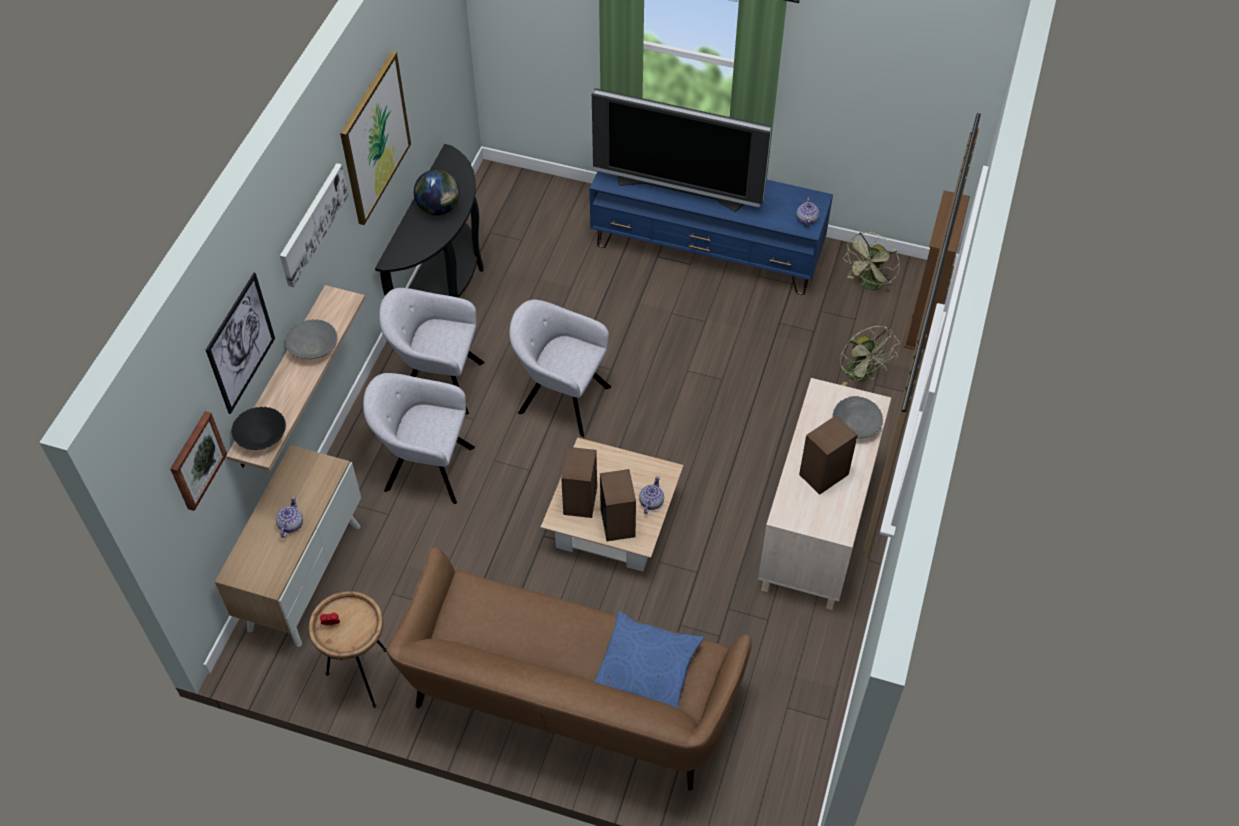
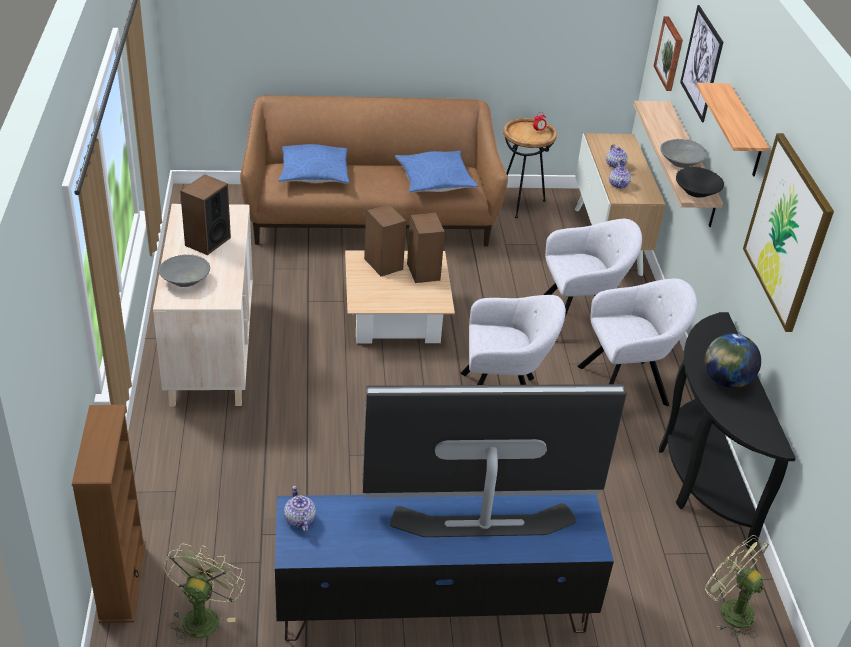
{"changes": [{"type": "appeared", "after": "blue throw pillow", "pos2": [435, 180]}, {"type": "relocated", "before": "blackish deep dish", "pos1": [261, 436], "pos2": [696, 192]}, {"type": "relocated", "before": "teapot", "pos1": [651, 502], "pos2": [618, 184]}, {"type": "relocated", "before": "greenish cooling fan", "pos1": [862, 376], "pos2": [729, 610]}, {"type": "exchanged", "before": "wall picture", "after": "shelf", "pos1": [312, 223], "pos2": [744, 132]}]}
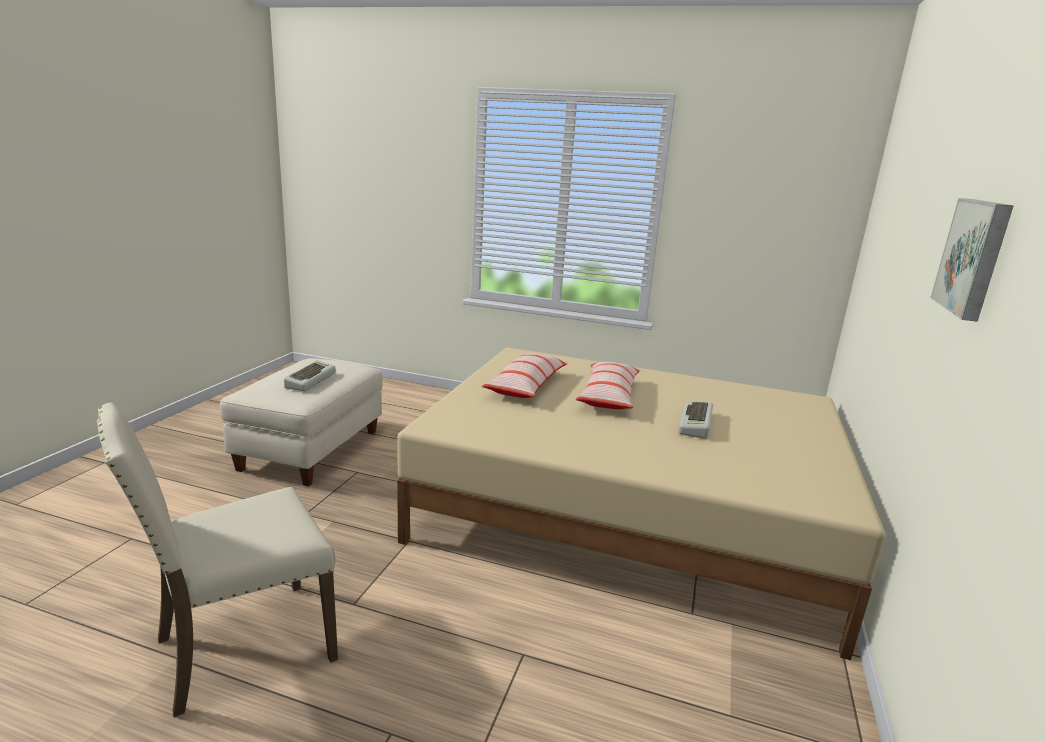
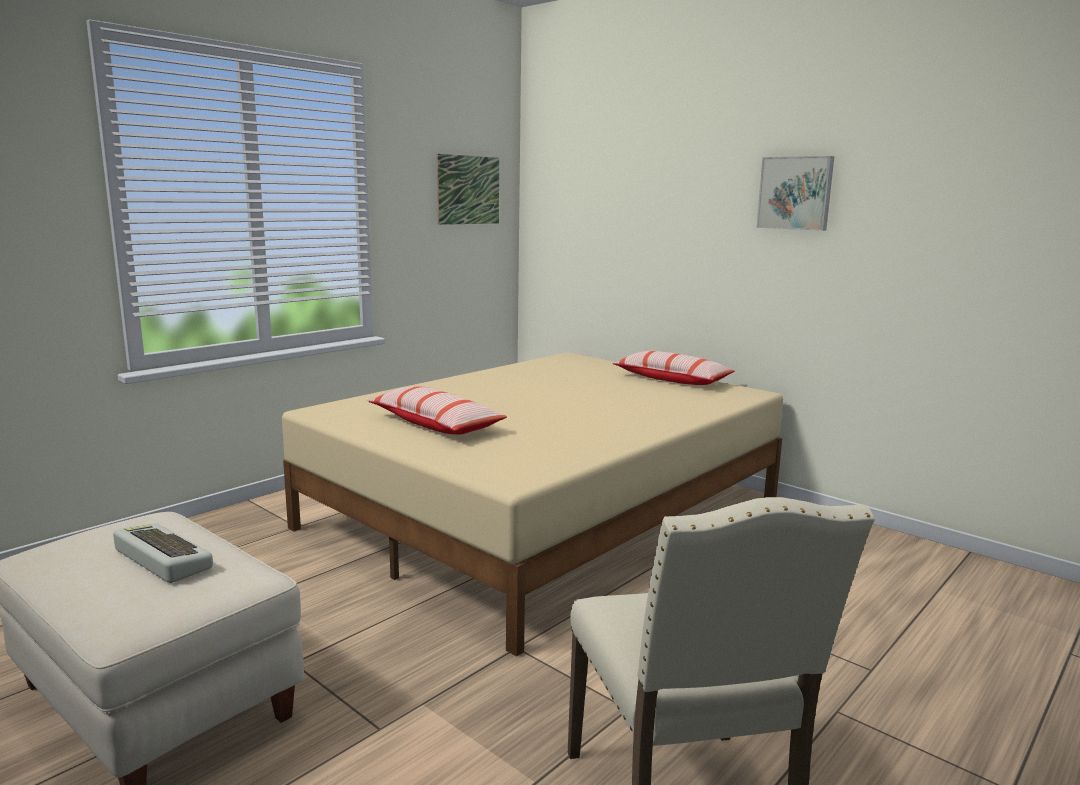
{"changes": [{"type": "missing", "before": "computer keyboard", "pos1": [697, 424]}, {"type": "appeared", "after": "wall picture", "pos2": [468, 190]}, {"type": "relocated", "before": "throw pillow", "pos1": [608, 396], "pos2": [672, 380]}]}
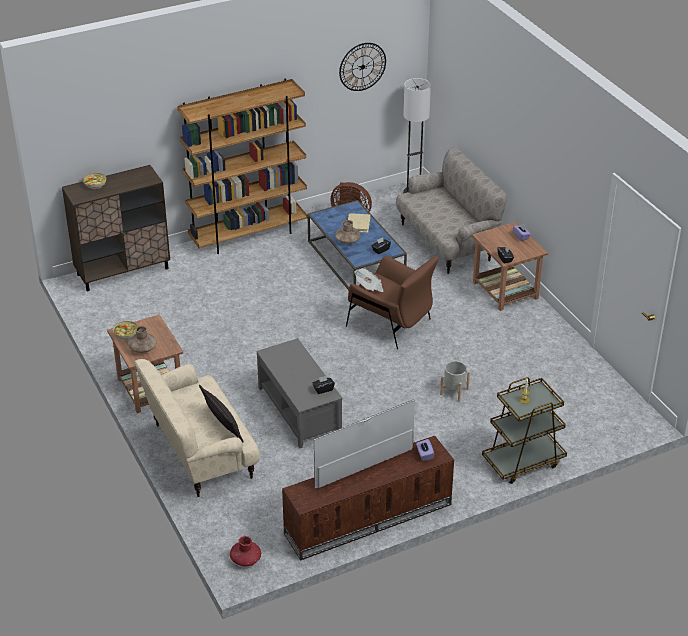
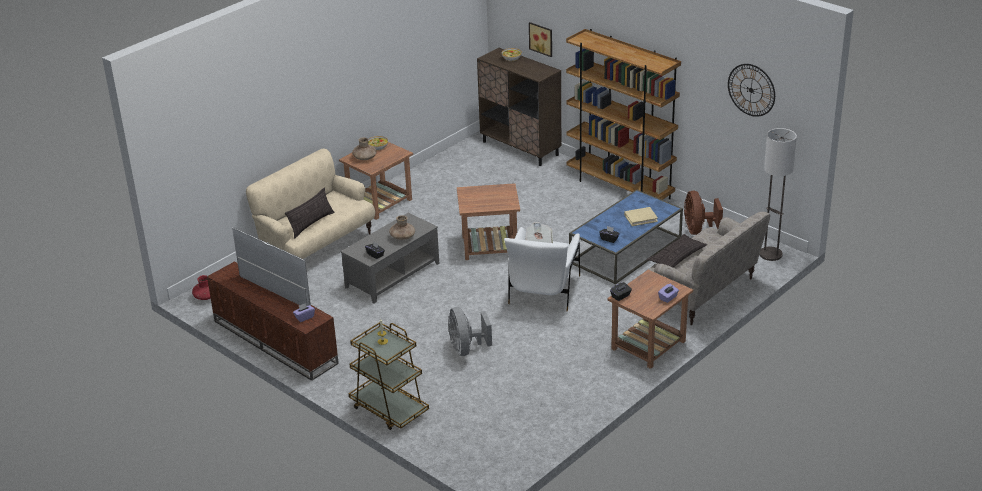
{"changes": [{"type": "appeared", "after": "brown end table", "pos2": [488, 246]}, {"type": "appeared", "after": "wall picture", "pos2": [541, 38]}, {"type": "appeared", "after": "throw pillow", "pos2": [677, 256]}, {"type": "relocated", "before": "brown decorative vase", "pos1": [347, 241], "pos2": [402, 237]}, {"type": "exchanged", "before": "grey plant pot", "after": "grey cooling fan", "pos1": [454, 392], "pos2": [466, 349]}, {"type": "colour", "before": "brown armchair", "after": "white armchair", "pos1": [390, 324], "pos2": [544, 291]}]}
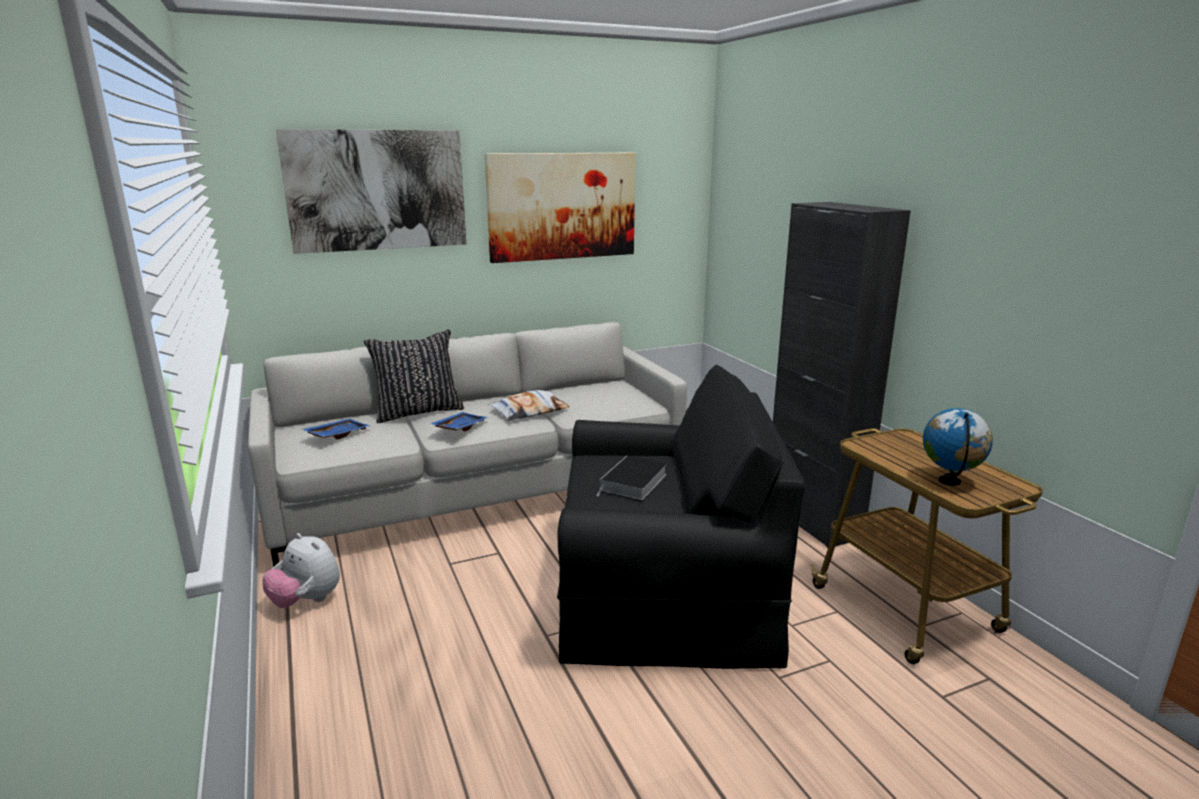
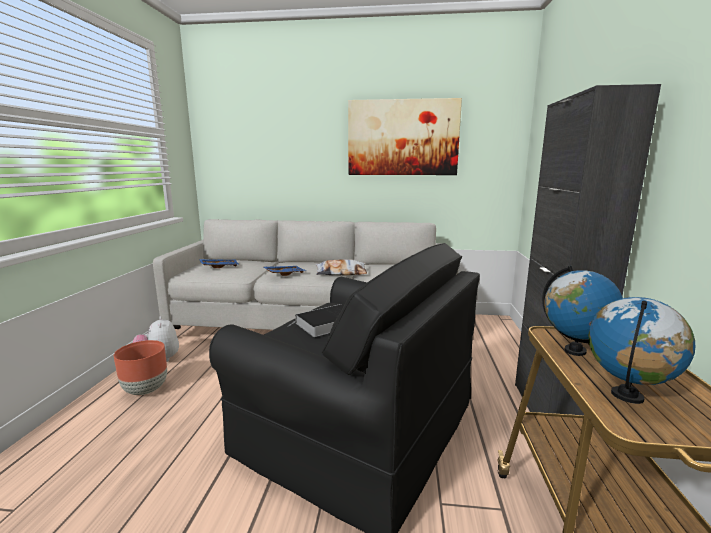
{"changes": [{"type": "missing", "before": "wall picture", "pos1": [377, 190]}, {"type": "missing", "before": "blackish throw pillow", "pos1": [418, 412]}, {"type": "appeared", "after": "brown plant pot", "pos2": [145, 390]}, {"type": "appeared", "after": "world globe", "pos2": [574, 351]}]}
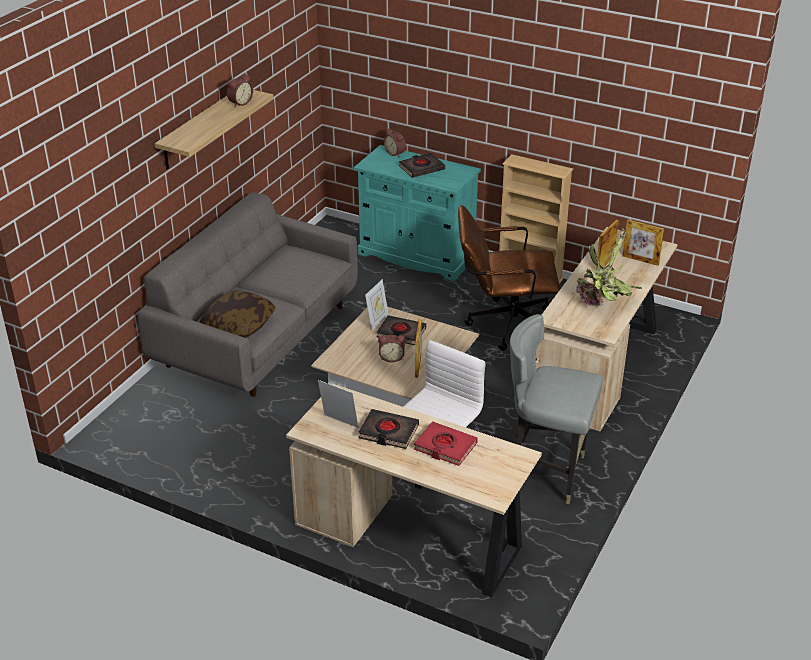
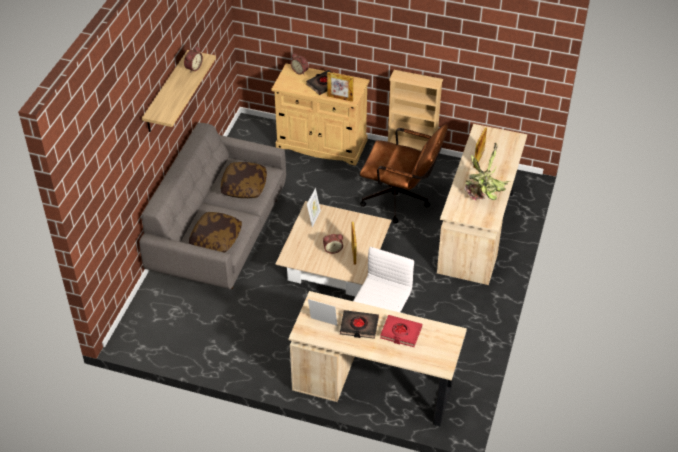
{"changes": [{"type": "missing", "before": "blackish bound book", "pos1": [401, 333]}, {"type": "missing", "before": "grey plain chair", "pos1": [546, 472]}, {"type": "appeared", "after": "throw pillow", "pos2": [244, 186]}, {"type": "relocated", "before": "picture frame", "pos1": [640, 260], "pos2": [340, 98]}, {"type": "colour", "before": "turquoise-coloured cupboard", "after": "beige-coloured cupboard", "pos1": [416, 256], "pos2": [321, 144]}, {"type": "spun", "before": "brown computer chair", "pos1": [503, 324], "pos2": [401, 200], "turn": -150}]}
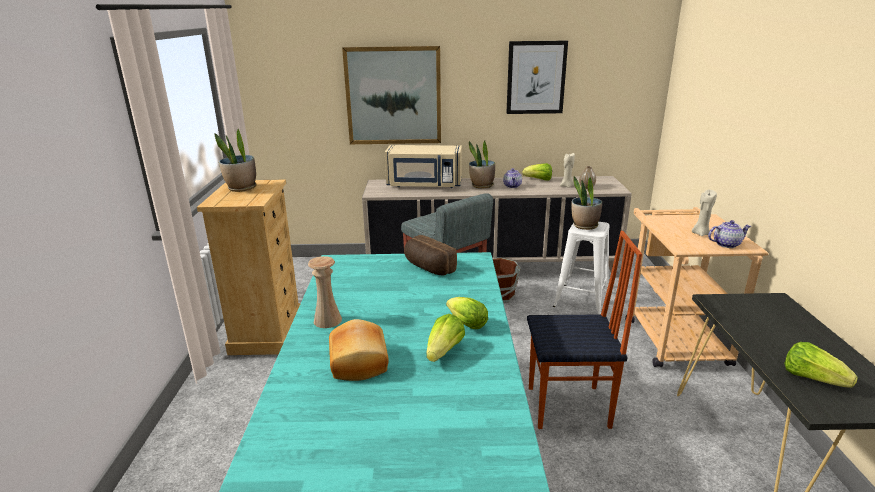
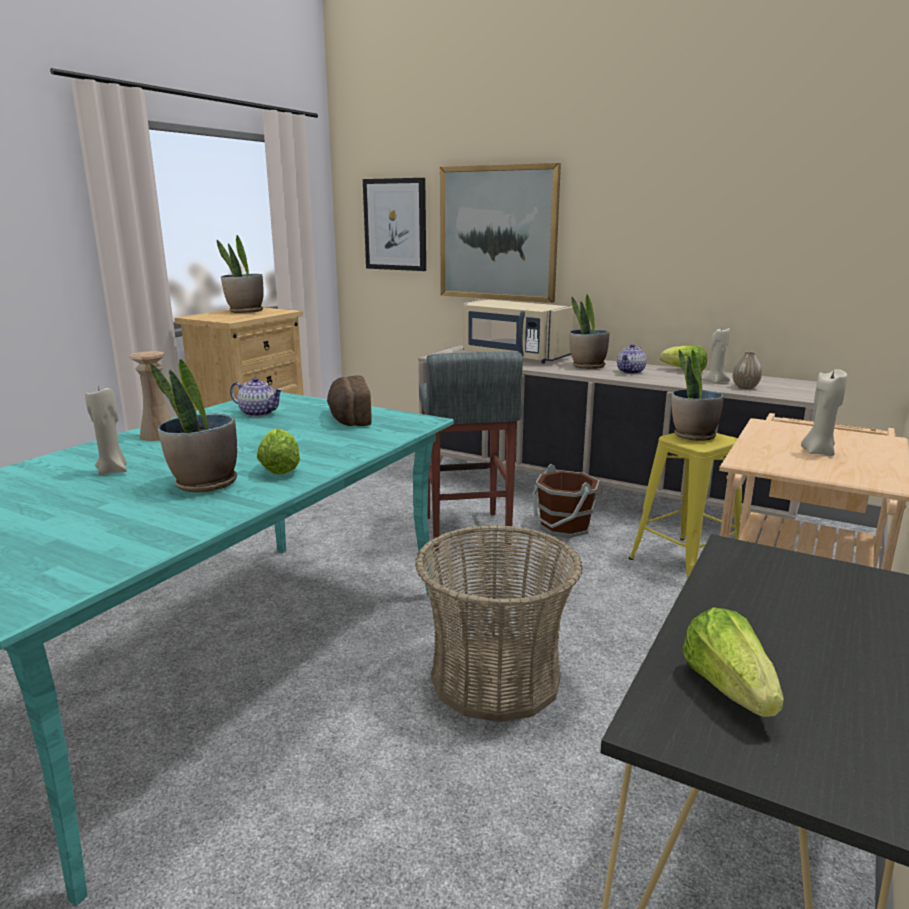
{"changes": [{"type": "relocated", "before": "wall picture", "pos1": [536, 77], "pos2": [395, 224]}, {"type": "relocated", "before": "teapot", "pos1": [726, 244], "pos2": [259, 413]}, {"type": "exchanged", "before": "baked bread", "after": "beige-coloured candle", "pos1": [360, 362], "pos2": [113, 471]}, {"type": "exchanged", "before": "lettuce", "after": "houseplant", "pos1": [444, 351], "pos2": [204, 484]}, {"type": "exchanged", "before": "plain chair", "after": "household basket", "pos1": [569, 408], "pos2": [495, 678]}, {"type": "colour", "before": "white stool seat", "after": "yellow-coloured stool seat", "pos1": [581, 299], "pos2": [685, 562]}]}
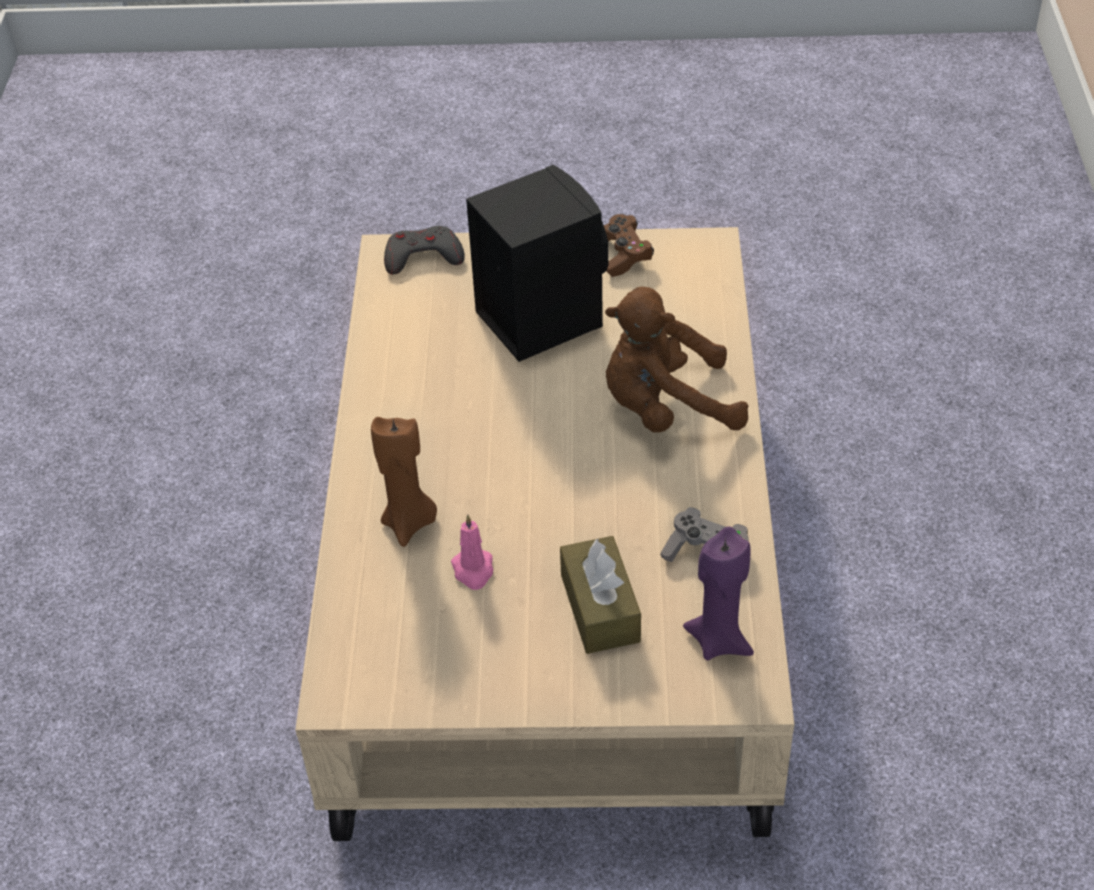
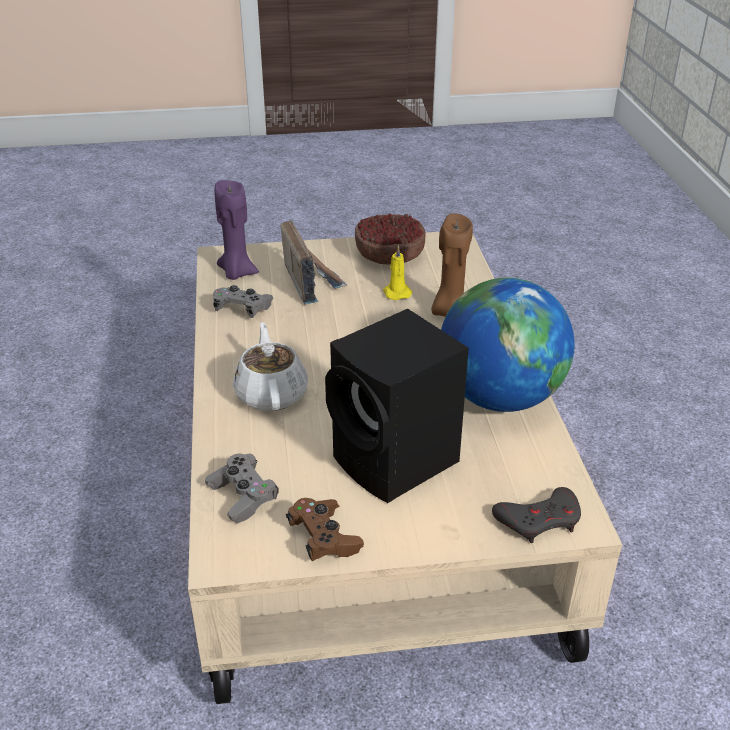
{"changes": [{"type": "appeared", "after": "grey game controller", "pos2": [243, 496]}, {"type": "appeared", "after": "deep dish", "pos2": [389, 255]}, {"type": "appeared", "after": "world globe", "pos2": [499, 397]}, {"type": "exchanged", "before": "brown tissue holder", "after": "radio", "pos1": [600, 608], "pos2": [311, 281]}, {"type": "exchanged", "before": "brown cuddly toy", "after": "white teapot", "pos1": [665, 408], "pos2": [271, 393]}, {"type": "colour", "before": "pink candle", "after": "yellow-coloured candle", "pos1": [473, 570], "pos2": [396, 292]}]}
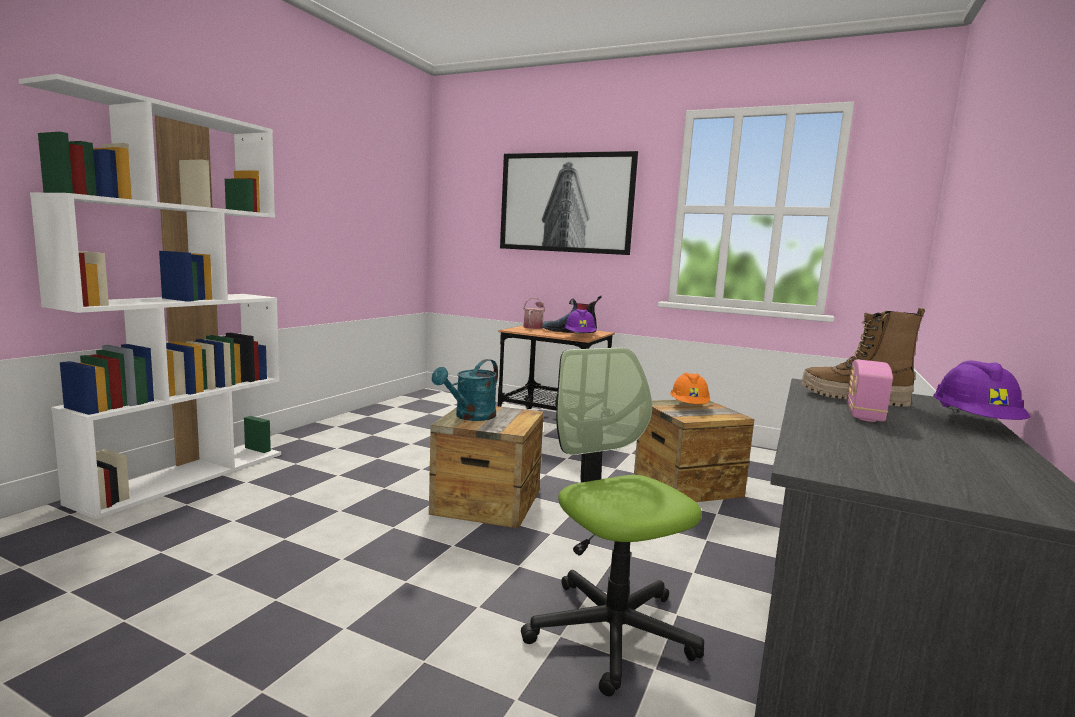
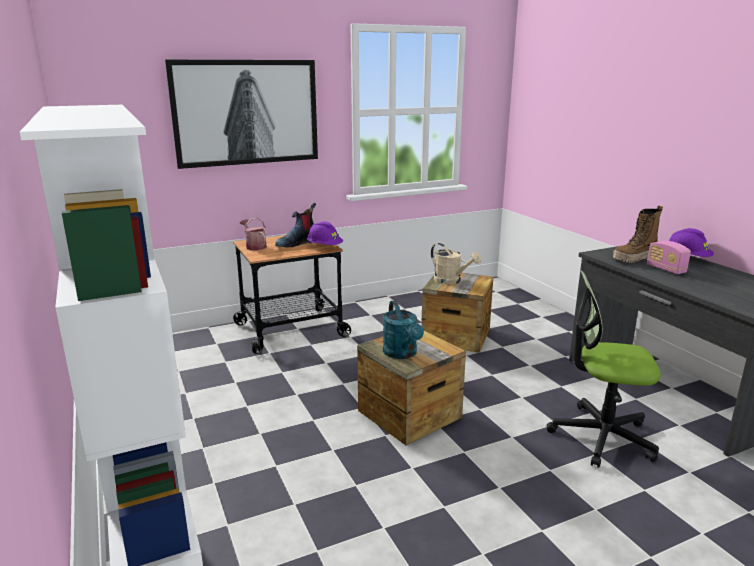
{"changes": [{"type": "exchanged", "before": "orangey safety helmet", "after": "beige-coloured sprinkling can", "pos1": [689, 406], "pos2": [451, 281]}]}
